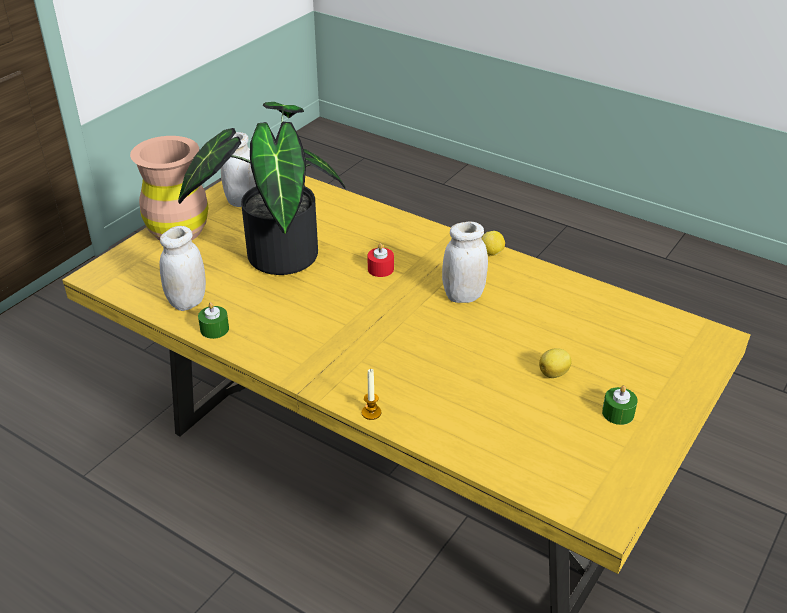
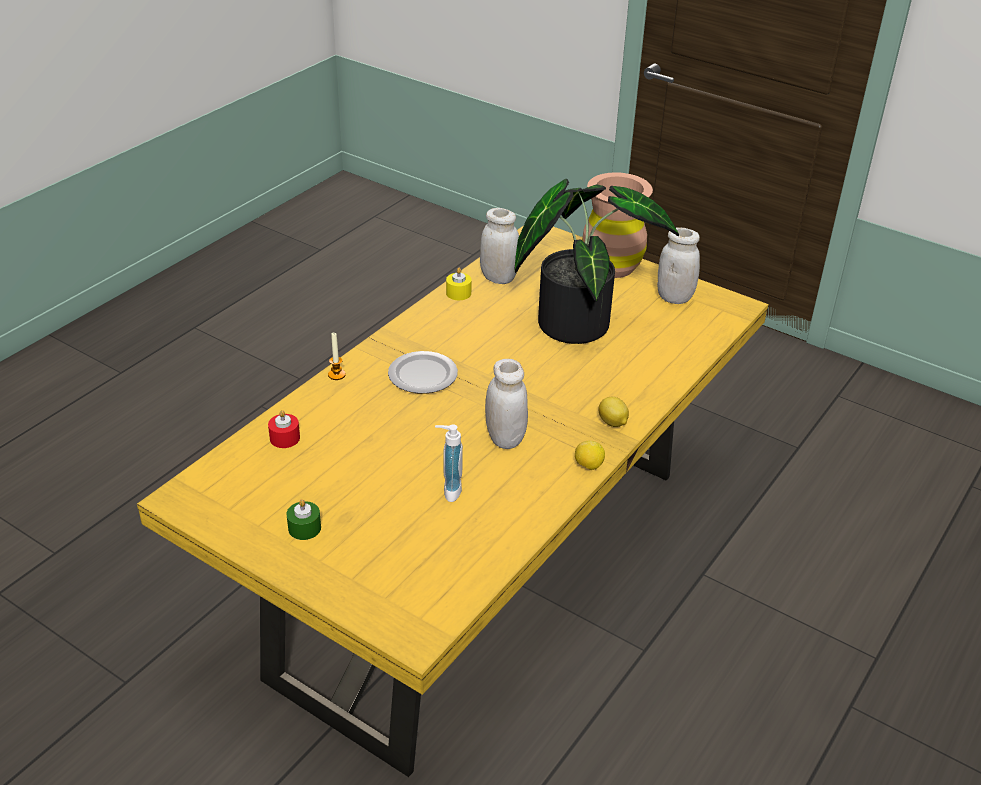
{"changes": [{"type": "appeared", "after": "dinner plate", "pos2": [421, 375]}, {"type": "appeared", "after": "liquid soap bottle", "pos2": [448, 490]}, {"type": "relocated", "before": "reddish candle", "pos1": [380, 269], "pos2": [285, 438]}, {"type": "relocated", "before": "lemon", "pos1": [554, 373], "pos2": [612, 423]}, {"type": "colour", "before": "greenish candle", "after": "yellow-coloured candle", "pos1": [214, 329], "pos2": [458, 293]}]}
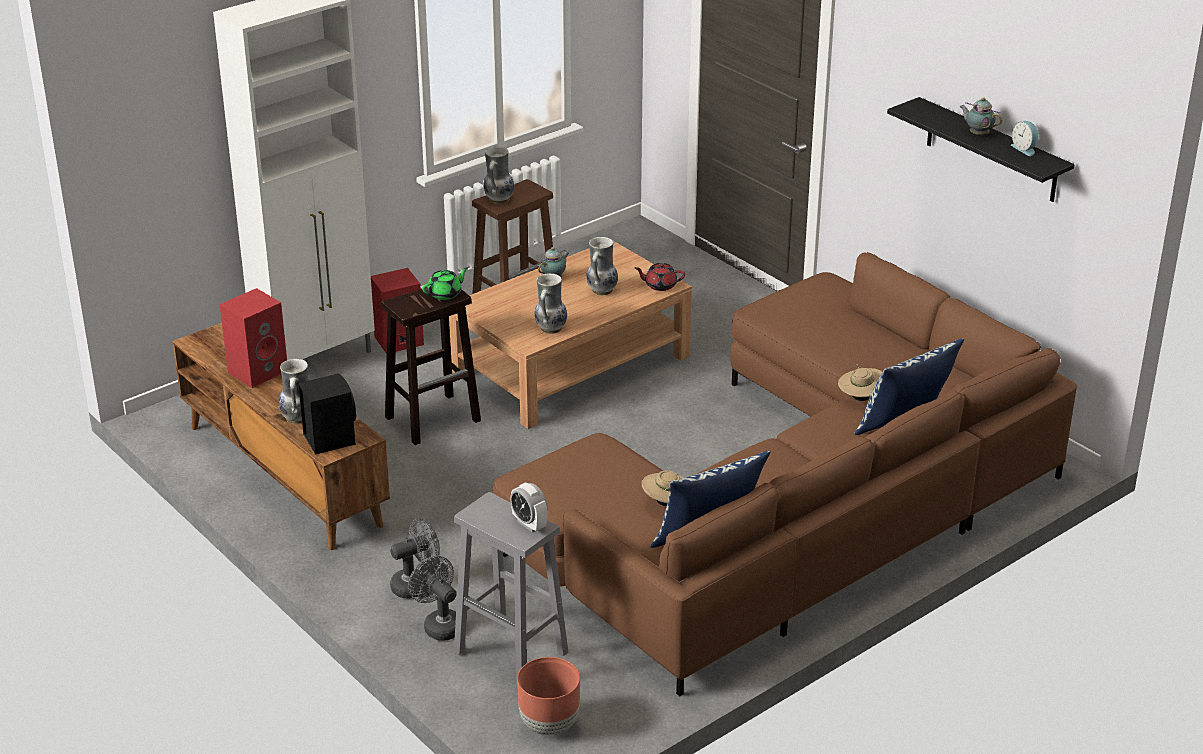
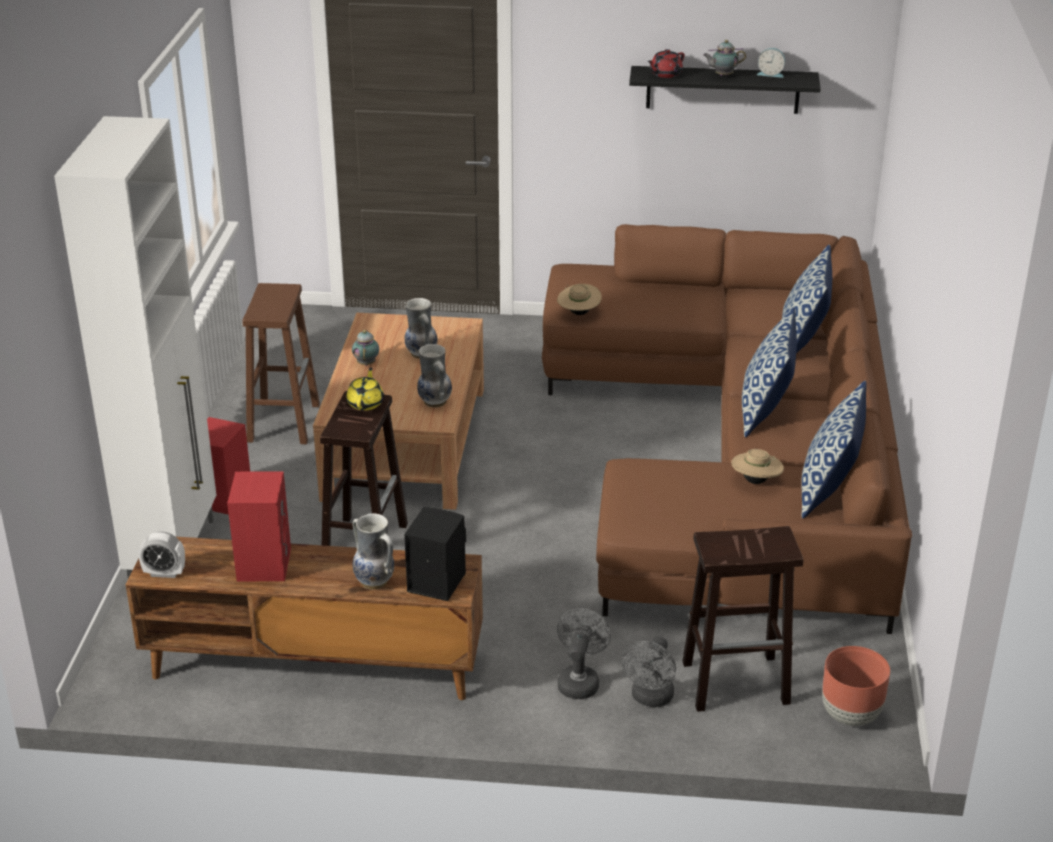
{"changes": [{"type": "missing", "before": "decorative vase", "pos1": [498, 199]}, {"type": "appeared", "after": "throw pillow", "pos2": [765, 412]}, {"type": "relocated", "before": "table clock", "pos1": [529, 524], "pos2": [164, 573]}, {"type": "relocated", "before": "reddish teapot", "pos1": [660, 285], "pos2": [665, 74]}, {"type": "relocated", "before": "beige-coloured hat", "pos1": [861, 398], "pos2": [578, 313]}, {"type": "colour", "before": "greenish teapot", "after": "yellow-coloured teapot", "pos1": [445, 294], "pos2": [366, 403]}, {"type": "colour", "before": "grey stool seat", "after": "brown stool seat", "pos1": [512, 653], "pos2": [737, 682]}, {"type": "spun", "before": "grey cooling fan", "pos1": [439, 625], "pos2": [650, 698], "turn": -75}]}
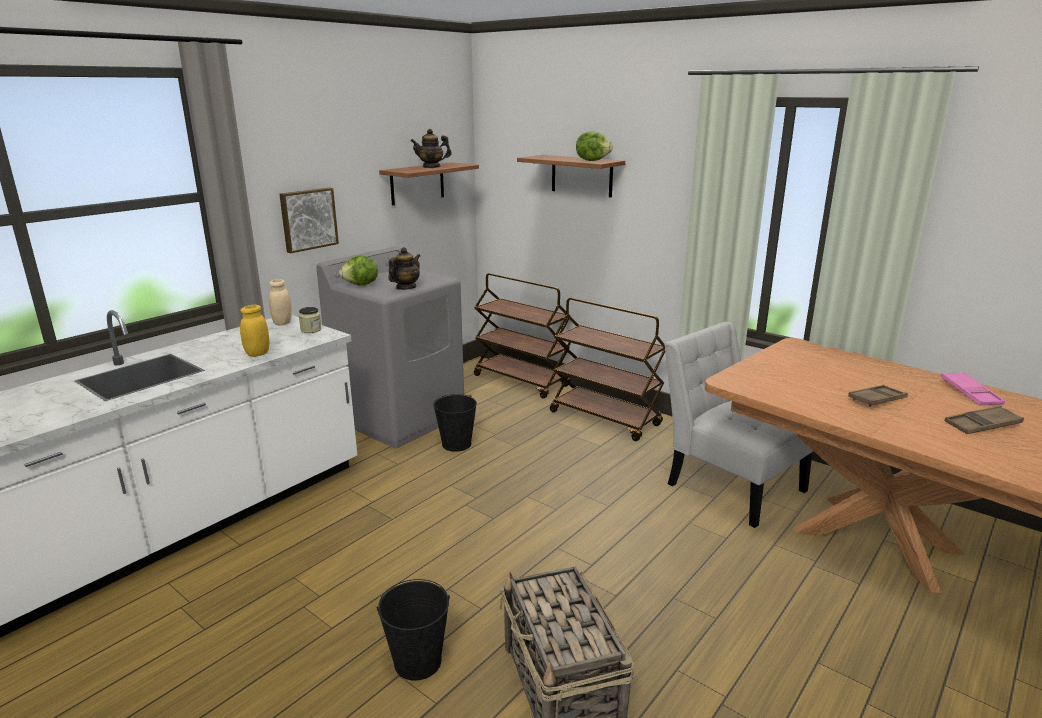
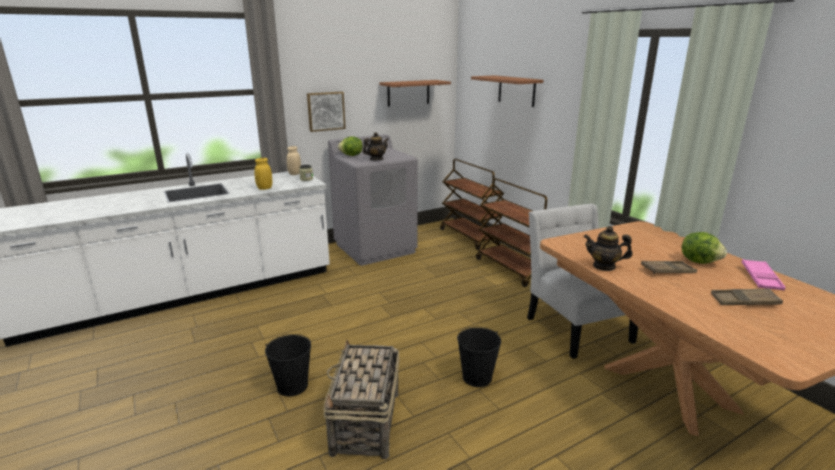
{"changes": [{"type": "relocated", "before": "teapot", "pos1": [431, 167], "pos2": [604, 266]}, {"type": "relocated", "before": "blackish bucket", "pos1": [457, 444], "pos2": [477, 377]}, {"type": "relocated", "before": "lettuce", "pos1": [592, 161], "pos2": [699, 261]}]}
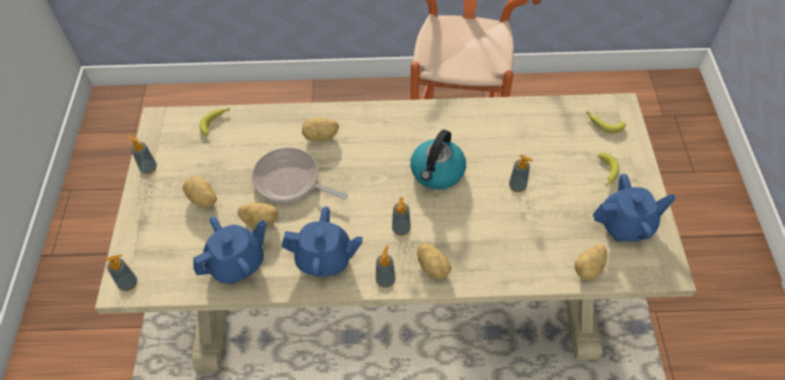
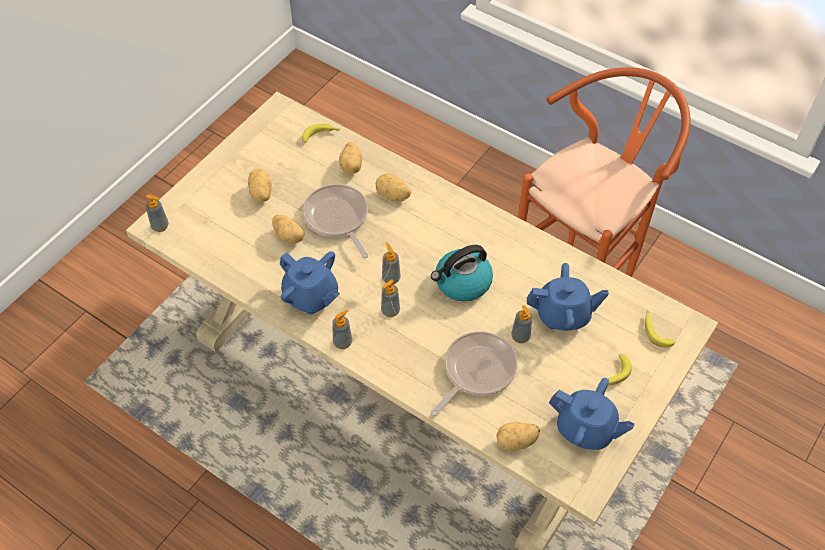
{"changes": [{"type": "appeared", "after": "frying pan", "pos2": [476, 371]}, {"type": "relocated", "before": "liquid soap bottle", "pos1": [148, 168], "pos2": [391, 278]}, {"type": "relocated", "before": "blue teapot", "pos1": [237, 263], "pos2": [563, 315]}, {"type": "relocated", "before": "whole potato", "pos1": [433, 267], "pos2": [352, 166]}]}
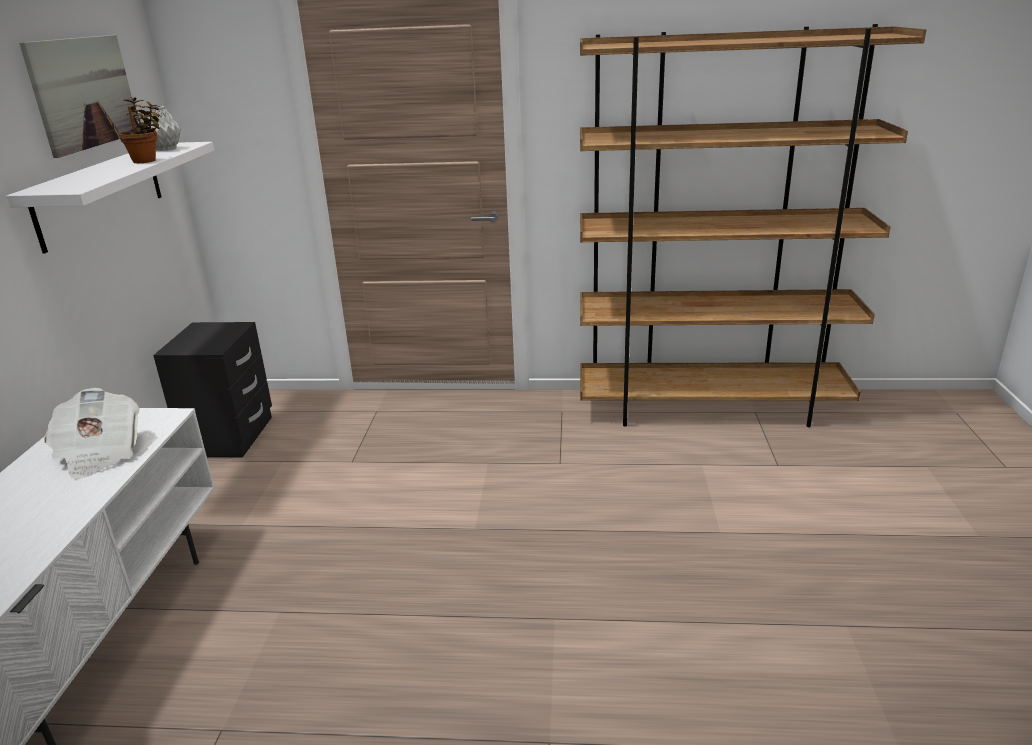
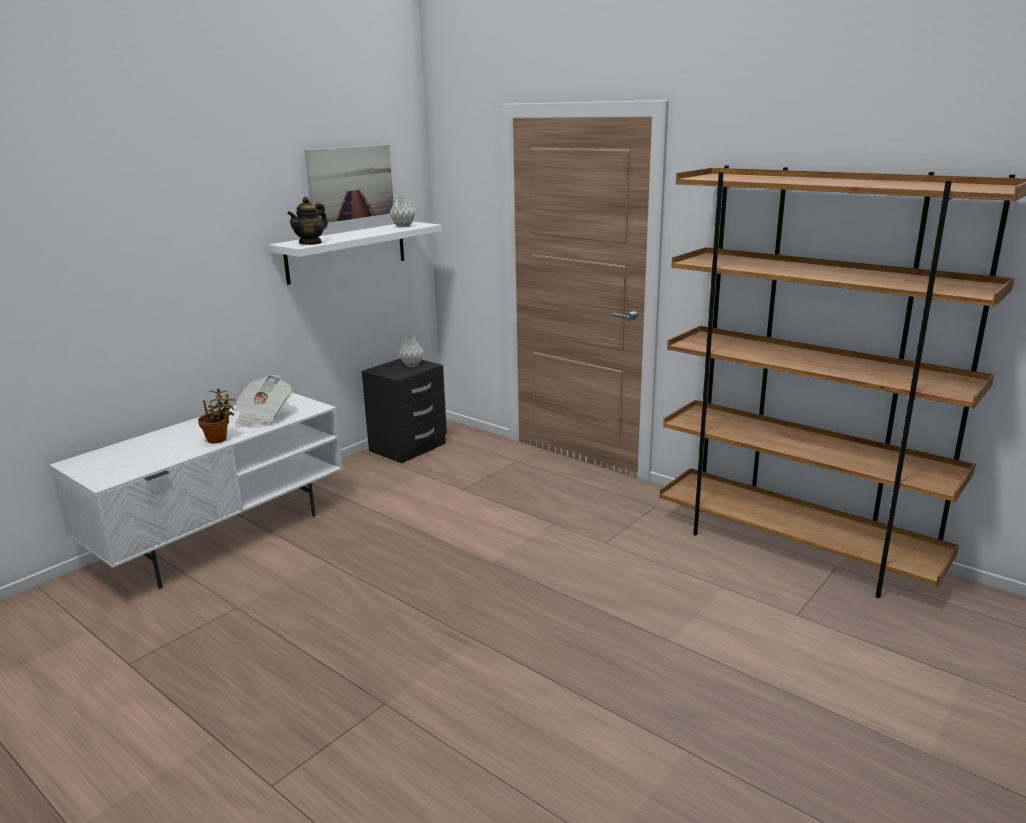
{"changes": [{"type": "appeared", "after": "teapot", "pos2": [311, 243]}, {"type": "appeared", "after": "grey decorative vase", "pos2": [412, 365]}, {"type": "relocated", "before": "houseplant", "pos1": [147, 160], "pos2": [219, 439]}]}
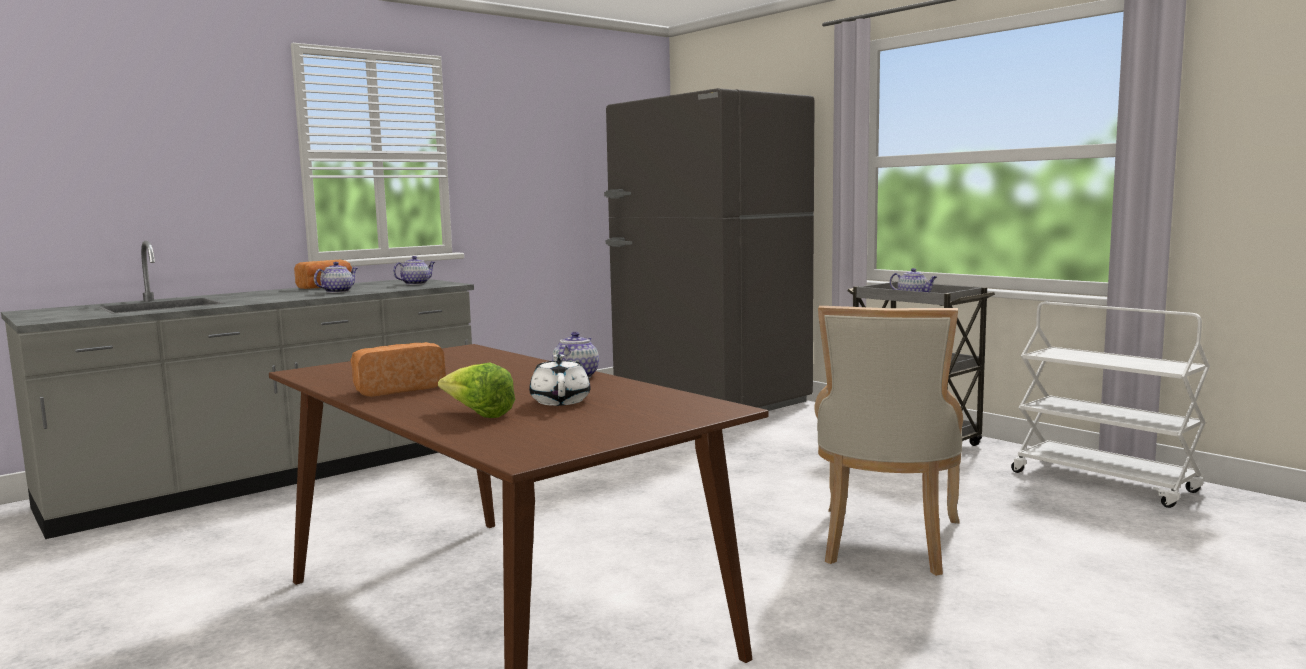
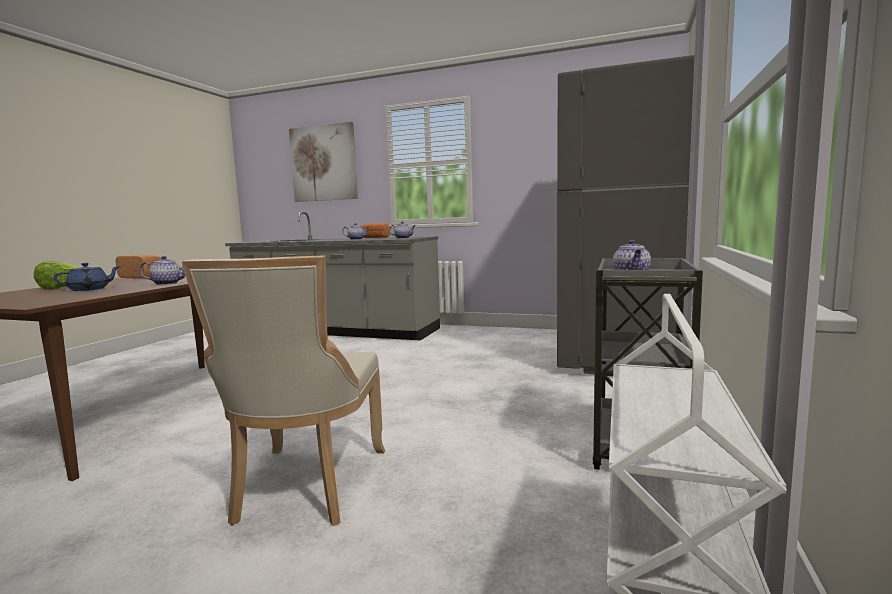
{"changes": [{"type": "appeared", "after": "wall picture", "pos2": [323, 163]}, {"type": "colour", "before": "white teapot", "after": "blue teapot", "pos1": [560, 401], "pos2": [90, 289]}, {"type": "spun", "before": "beige-coloured plain chair", "pos1": [887, 543], "pos2": [306, 487], "turn": -75}]}
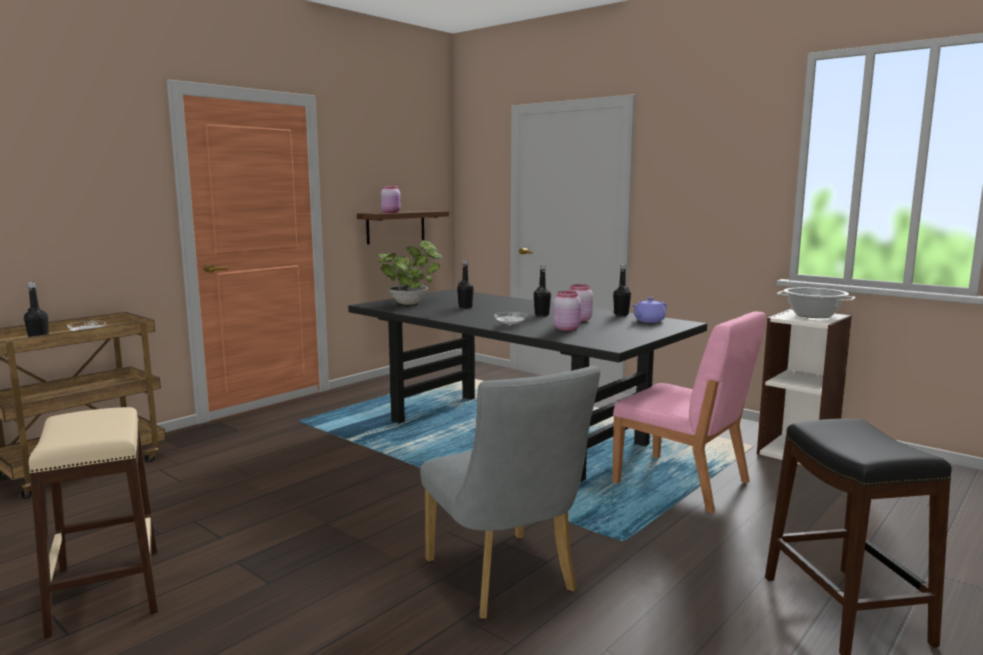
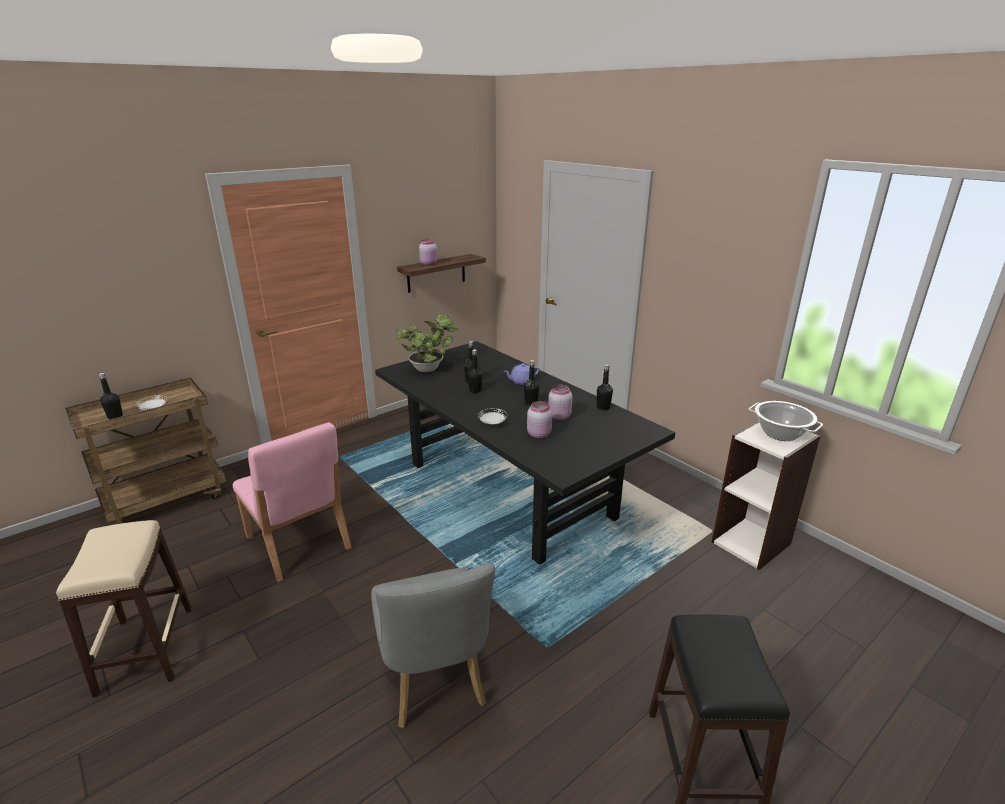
{"changes": [{"type": "appeared", "after": "blackish beverage bottle", "pos2": [475, 390]}, {"type": "relocated", "before": "pink plain chair", "pos1": [682, 483], "pos2": [298, 543]}, {"type": "relocated", "before": "purple teapot", "pos1": [648, 321], "pos2": [521, 381]}]}
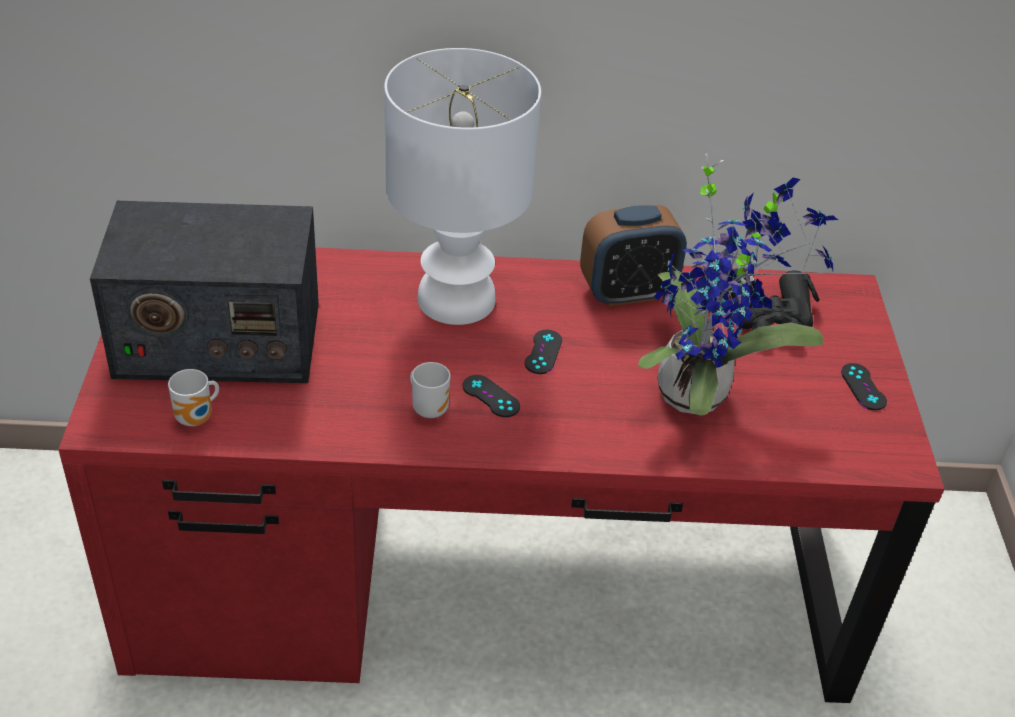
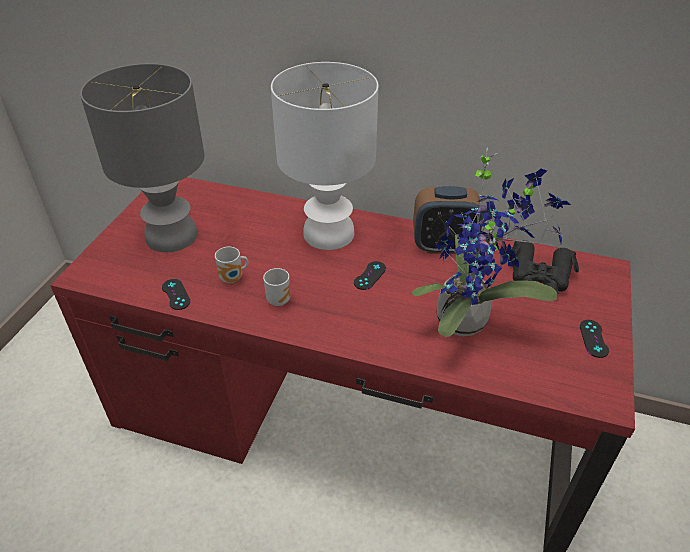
{"changes": [{"type": "relocated", "before": "mug", "pos1": [197, 419], "pos2": [233, 279]}, {"type": "relocated", "before": "blackish game controller", "pos1": [491, 396], "pos2": [176, 294]}, {"type": "exchanged", "before": "radio", "after": "grey tabletop lamp", "pos1": [217, 340], "pos2": [173, 236]}]}
